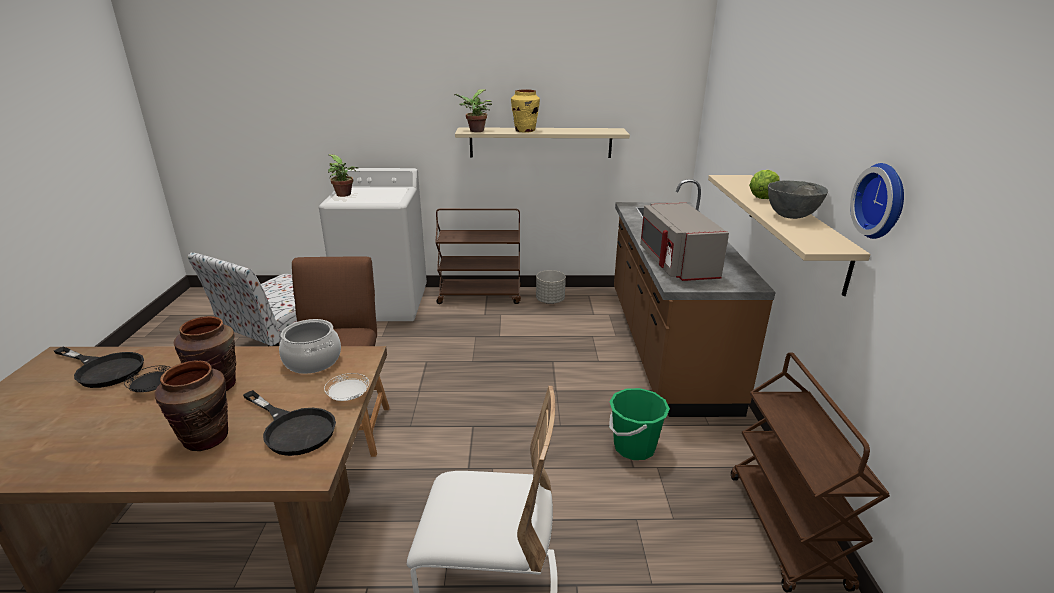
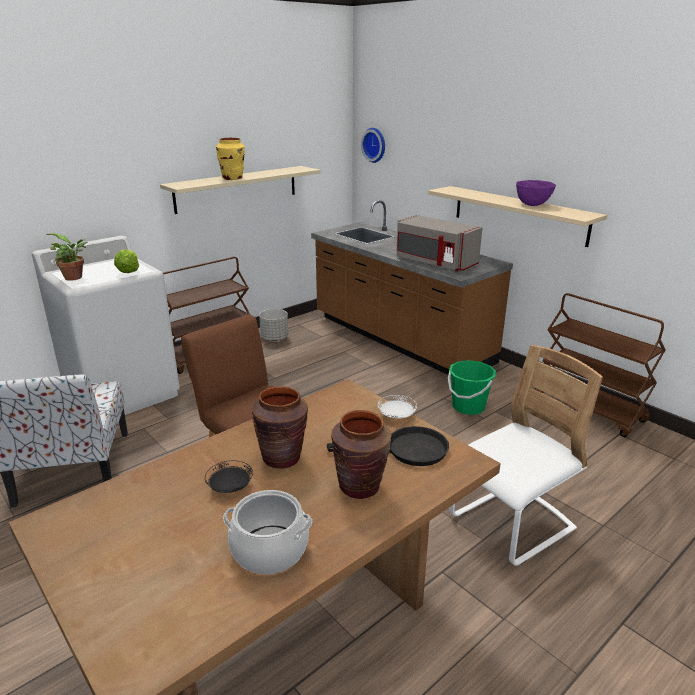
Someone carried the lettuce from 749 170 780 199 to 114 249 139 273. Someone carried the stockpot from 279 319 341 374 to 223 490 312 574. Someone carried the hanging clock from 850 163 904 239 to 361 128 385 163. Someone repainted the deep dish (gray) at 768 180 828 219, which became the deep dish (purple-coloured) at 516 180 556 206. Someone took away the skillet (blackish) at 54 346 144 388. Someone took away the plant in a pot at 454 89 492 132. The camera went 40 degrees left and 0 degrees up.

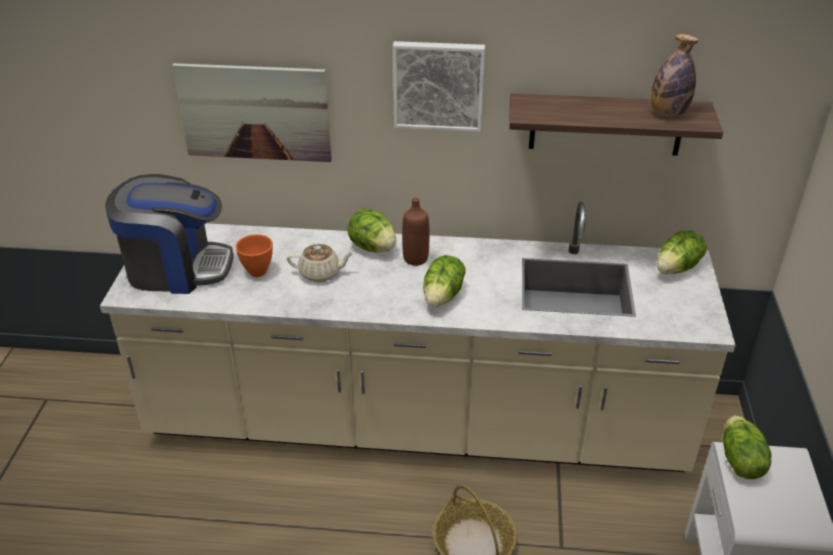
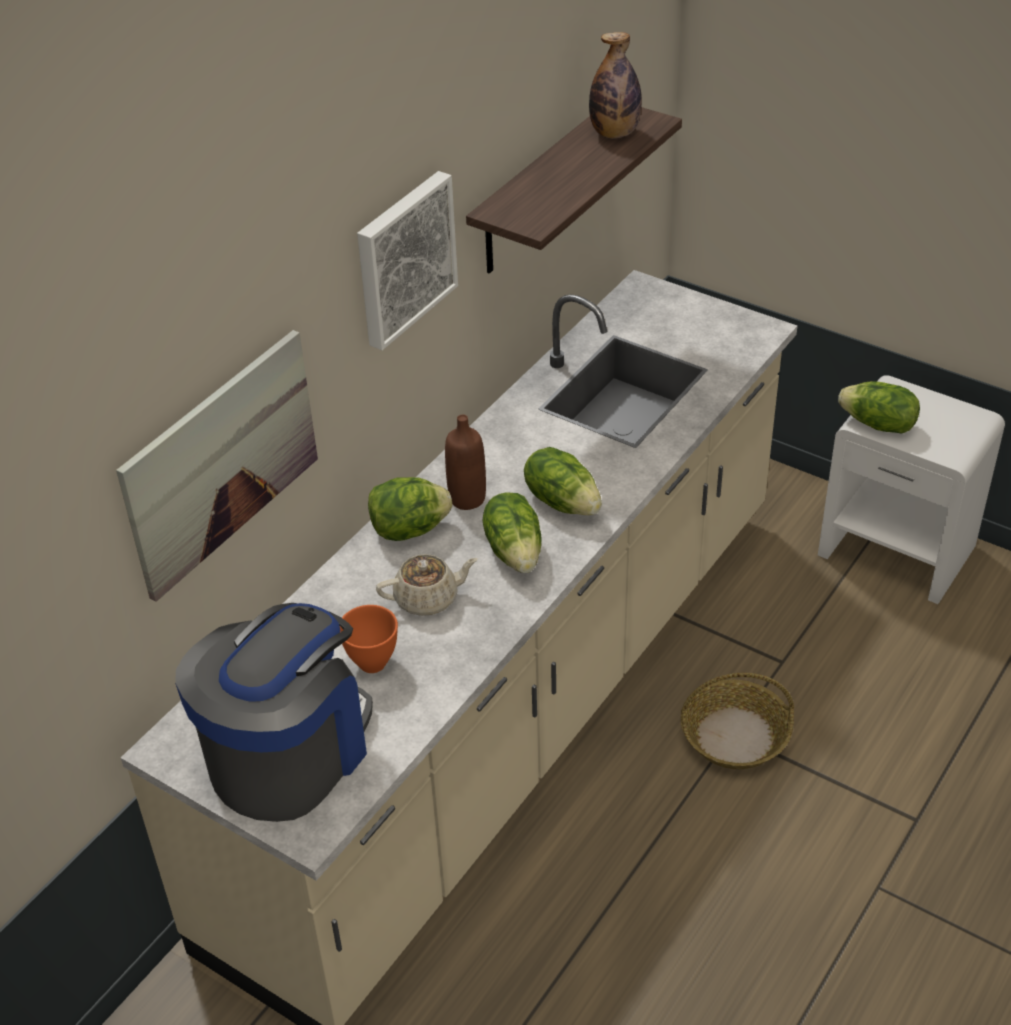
Someone rotated the tea pot (sand-coloured) at 287 244 354 282 by 45 degrees clockwise. Someone carried the lettuce from 657 231 707 274 to 482 492 542 573. The camera went 60 degrees left and 5 degrees up.

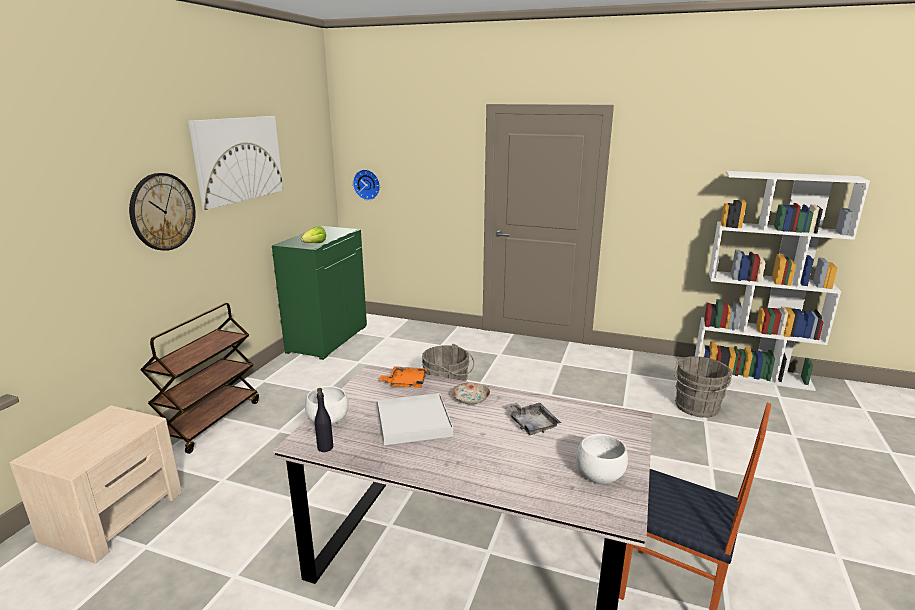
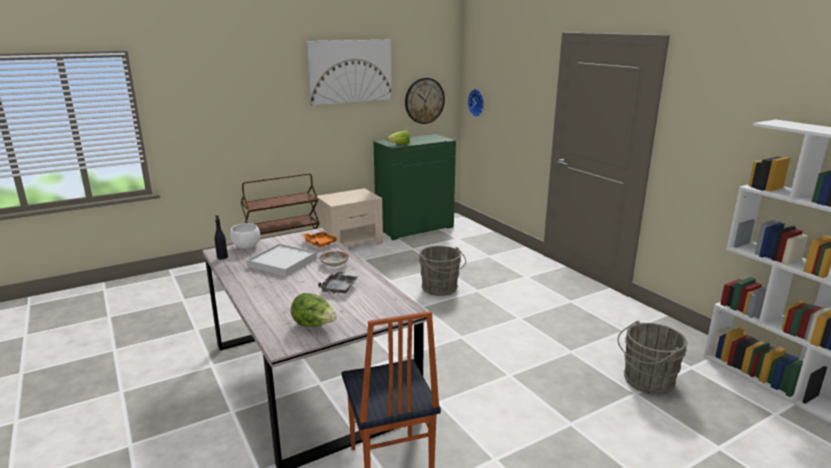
Someone swapped the deep dish (white-coloured) at 576 434 628 484 for the lettuce at 291 293 337 327. Someone carried the bedside table (sand-coloured) from 9 405 182 563 to 316 188 383 247. Someone carried the hanging clock from 129 173 196 251 to 405 78 445 124. The camera went 40 degrees right and 0 degrees up.

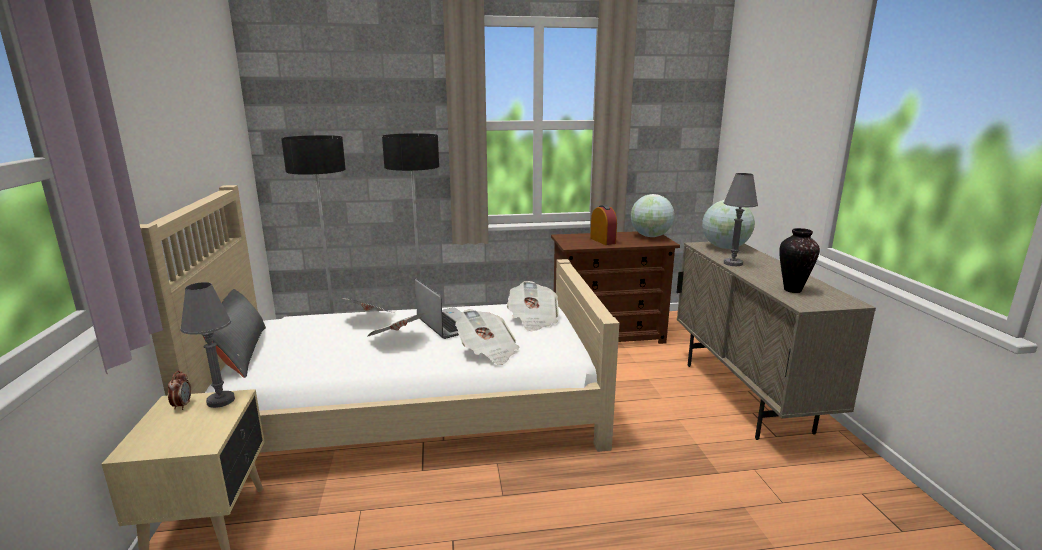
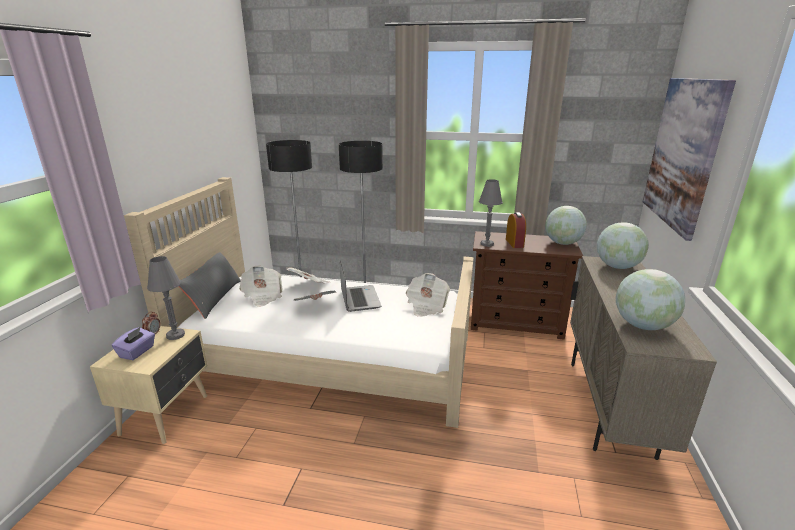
Someone put down the tissue box (purple-coloured) at 112 327 155 360. Someone carried the newspaper from 455 309 519 365 to 239 265 282 307. Someone carried the lamp for a table (gray) from 724 173 758 266 to 479 179 503 247. Someone swapped the decorative vase at 779 228 820 293 for the desk globe at 616 269 685 330. Someone put up the wall picture at 643 78 736 241. The camera went 20 degrees right and 5 degrees up.

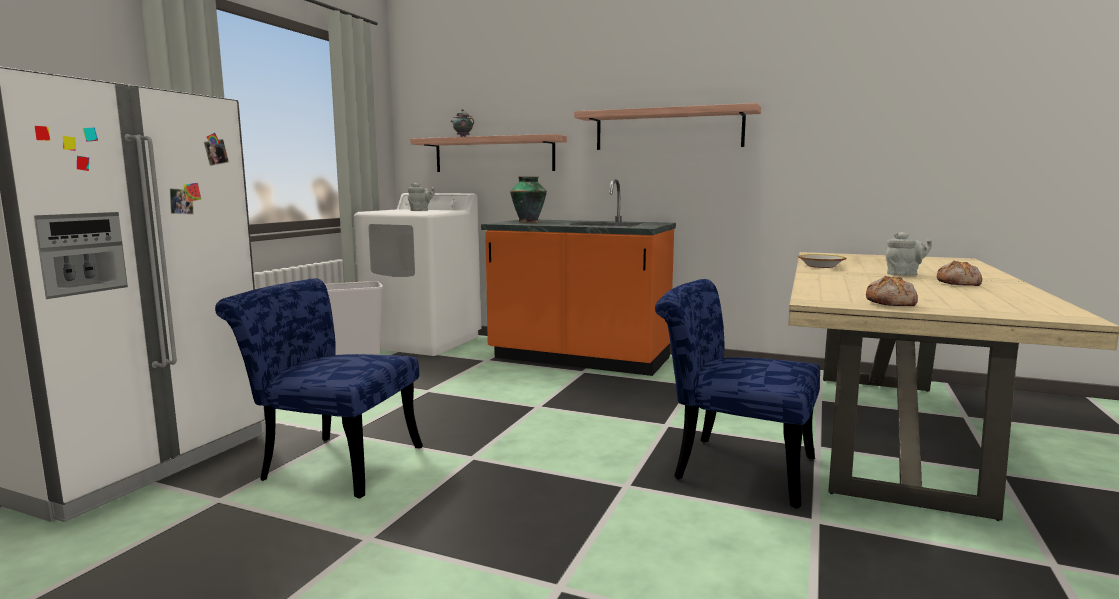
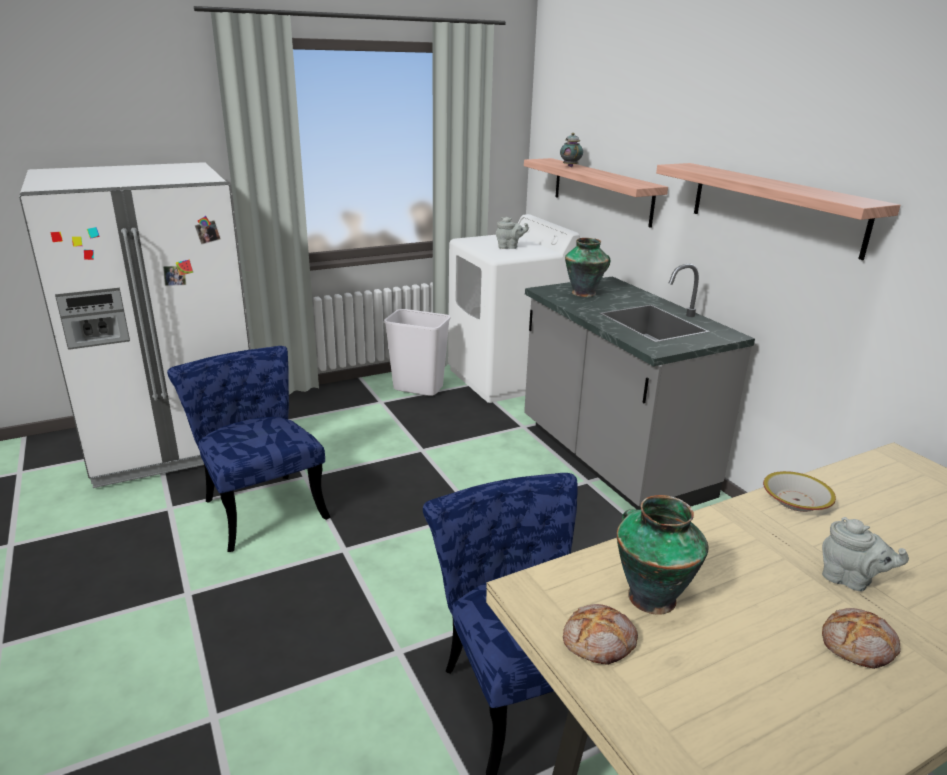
Someone repainted the kitchen base unit (orange-coloured) at 481 179 676 376, which became the kitchen base unit (gray) at 524 264 755 510. Someone put down the decorative vase at 617 495 708 615. The camera went 40 degrees right and 15 degrees up.

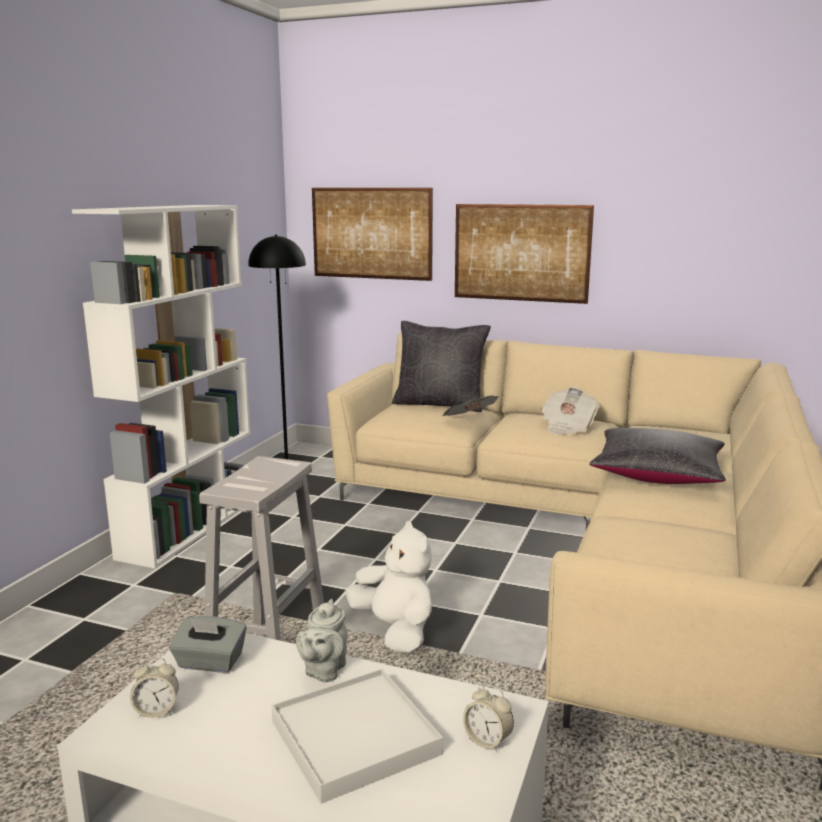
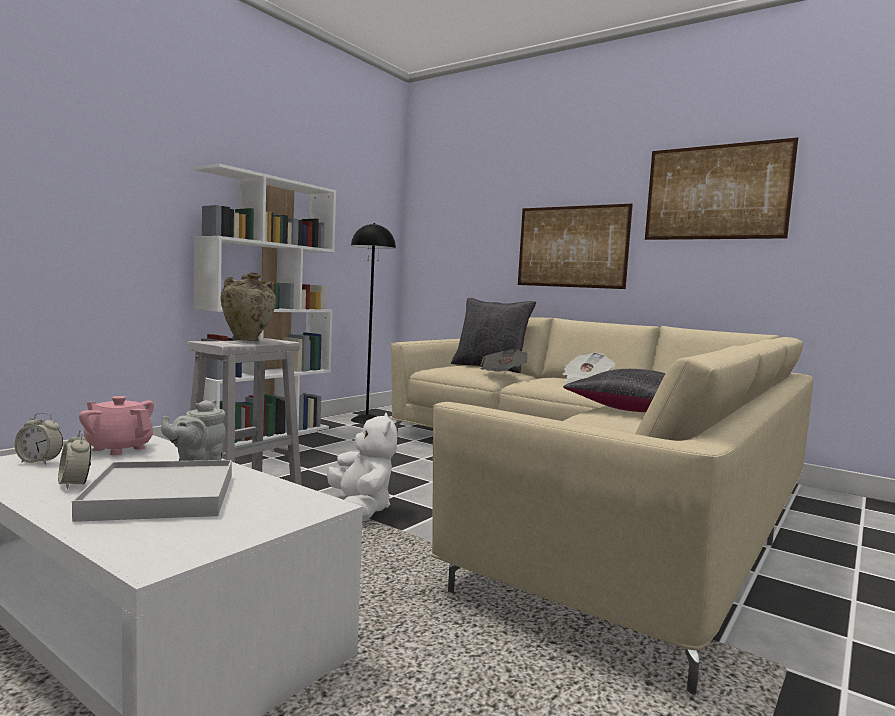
Someone carried the alarm clock from 463 684 514 752 to 58 430 91 489. Someone swapped the tissue box (gray) at 169 616 247 673 for the tea pot (pink) at 79 396 154 455. Someone put down the decorative vase (sand-coloured) at 221 272 276 341. Someone carried the wall picture from 312 188 433 281 to 645 137 798 240. The camera went 15 degrees right and 10 degrees down.

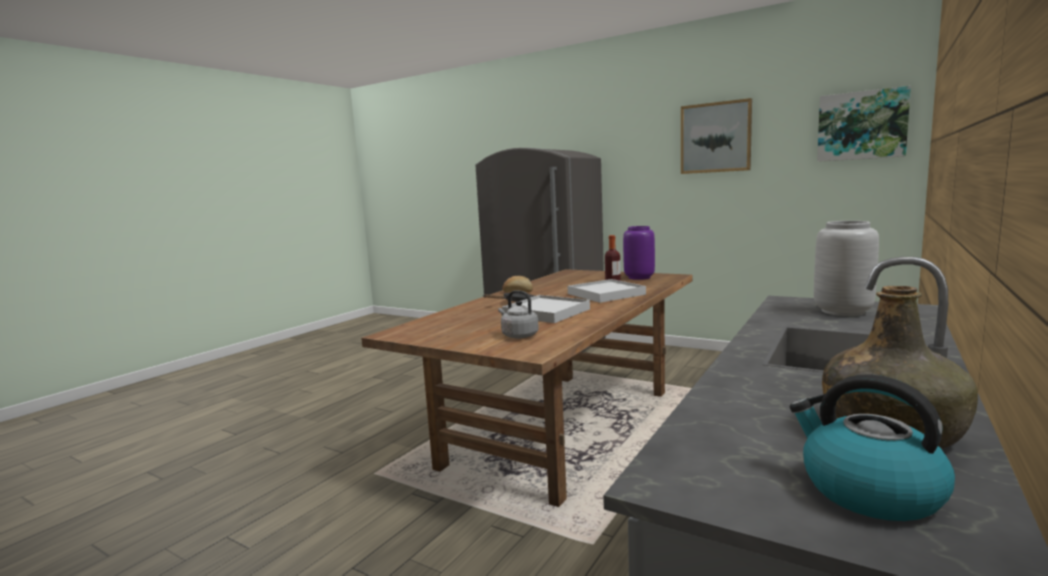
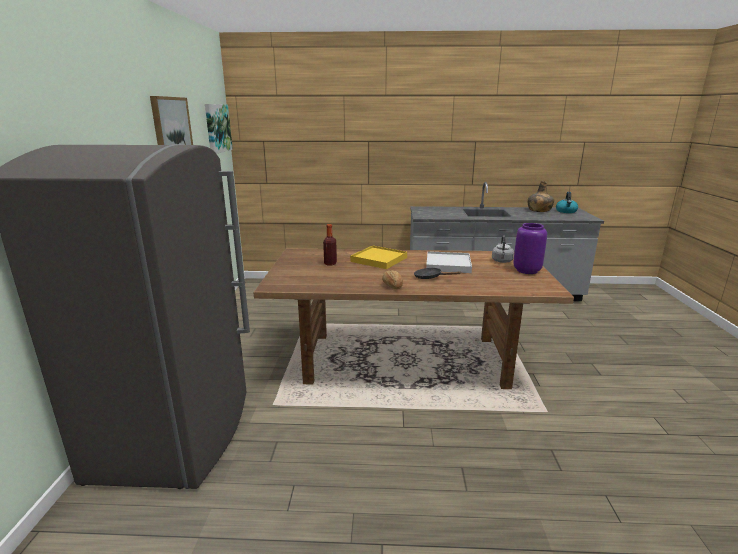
Someone repainted the tray (white-coloured) at 568 279 646 303, which became the tray (yellow) at 350 246 407 269. Someone carried the decorative vase (purple-coloured) from 623 226 655 280 to 513 223 547 274. Someone took away the decorative vase (gray) at 814 221 879 316. The camera went 120 degrees left and 10 degrees up.

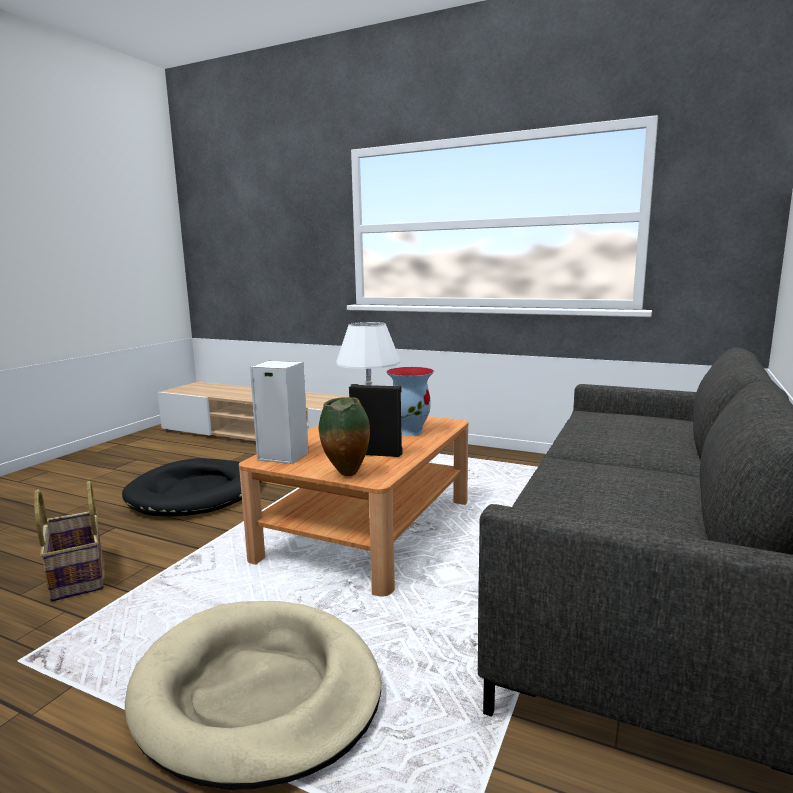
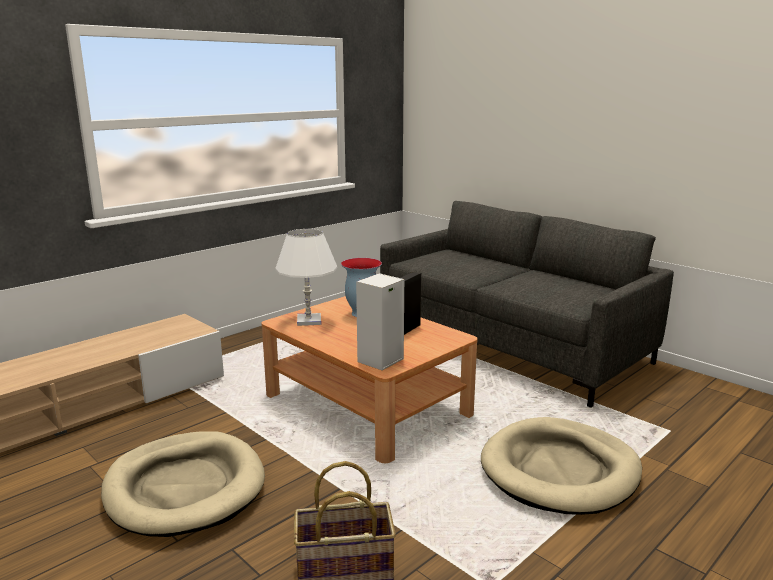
Someone repainted the dog bed (blackish) at 122 458 261 516, which became the dog bed (sand-coloured) at 101 431 265 537. Someone took away the decorative vase at 319 397 370 477. The camera went 70 degrees left and 5 degrees up.

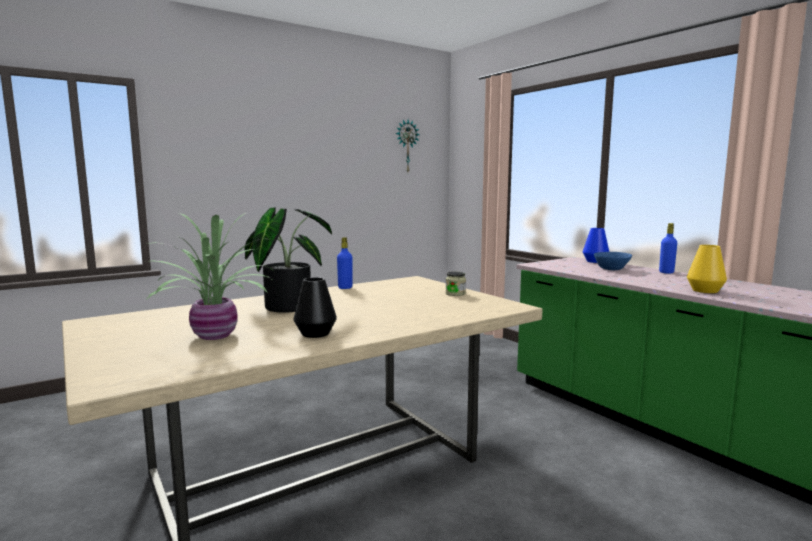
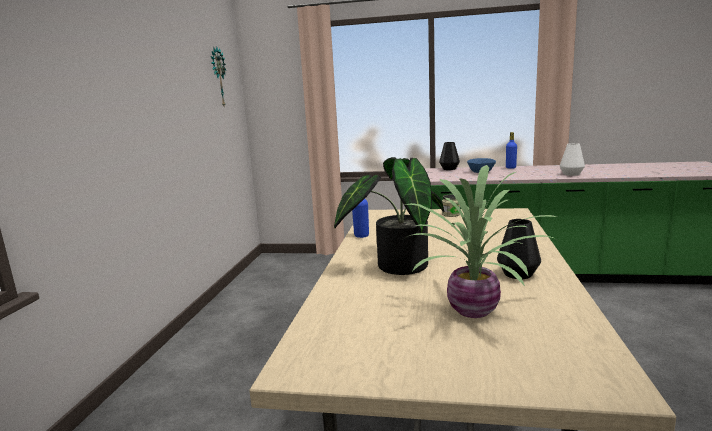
Someone repainted the decorative vase (bluish) at 583 228 609 263, which became the decorative vase (blackish) at 439 142 460 170. Someone repainted the decorative vase (yellow) at 687 245 727 293, which became the decorative vase (white-coloured) at 560 143 585 176. The camera went 45 degrees left and 5 degrees up.

